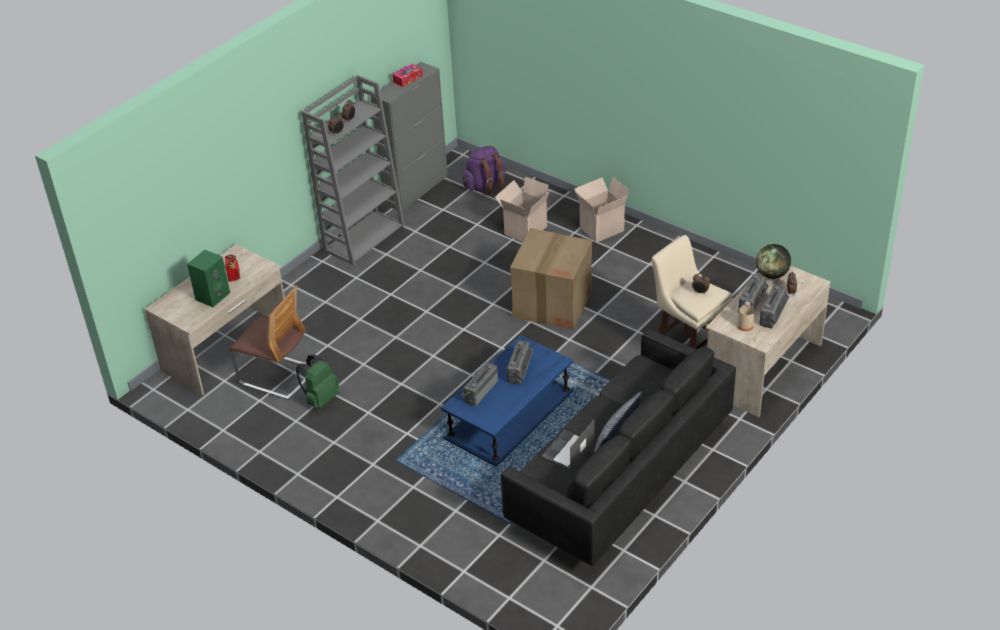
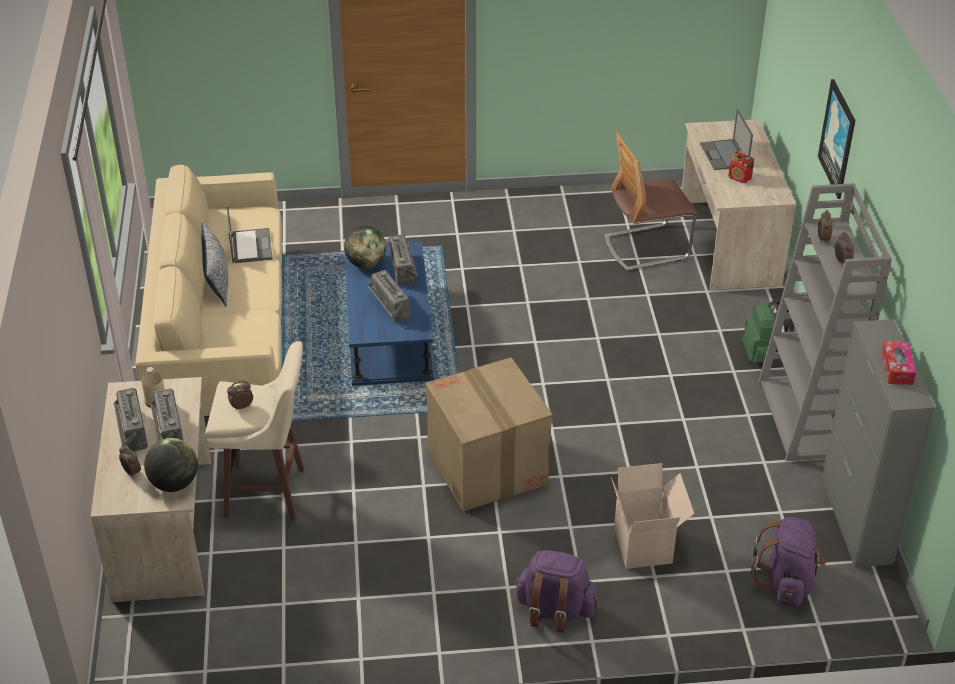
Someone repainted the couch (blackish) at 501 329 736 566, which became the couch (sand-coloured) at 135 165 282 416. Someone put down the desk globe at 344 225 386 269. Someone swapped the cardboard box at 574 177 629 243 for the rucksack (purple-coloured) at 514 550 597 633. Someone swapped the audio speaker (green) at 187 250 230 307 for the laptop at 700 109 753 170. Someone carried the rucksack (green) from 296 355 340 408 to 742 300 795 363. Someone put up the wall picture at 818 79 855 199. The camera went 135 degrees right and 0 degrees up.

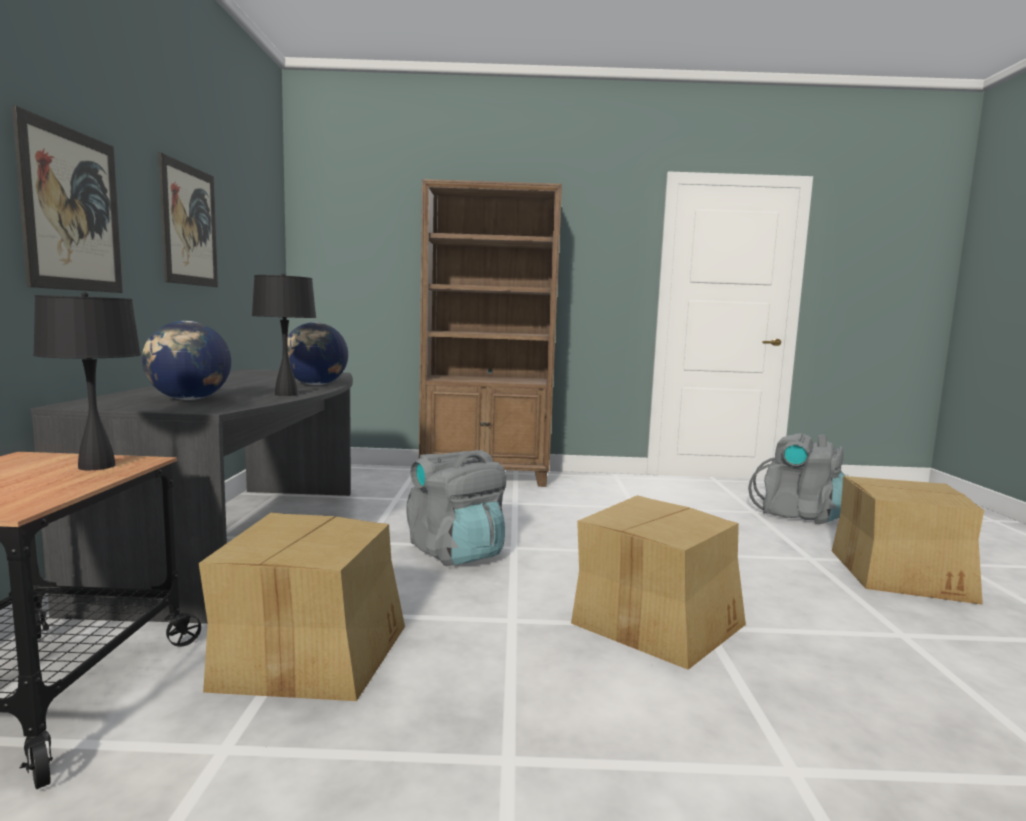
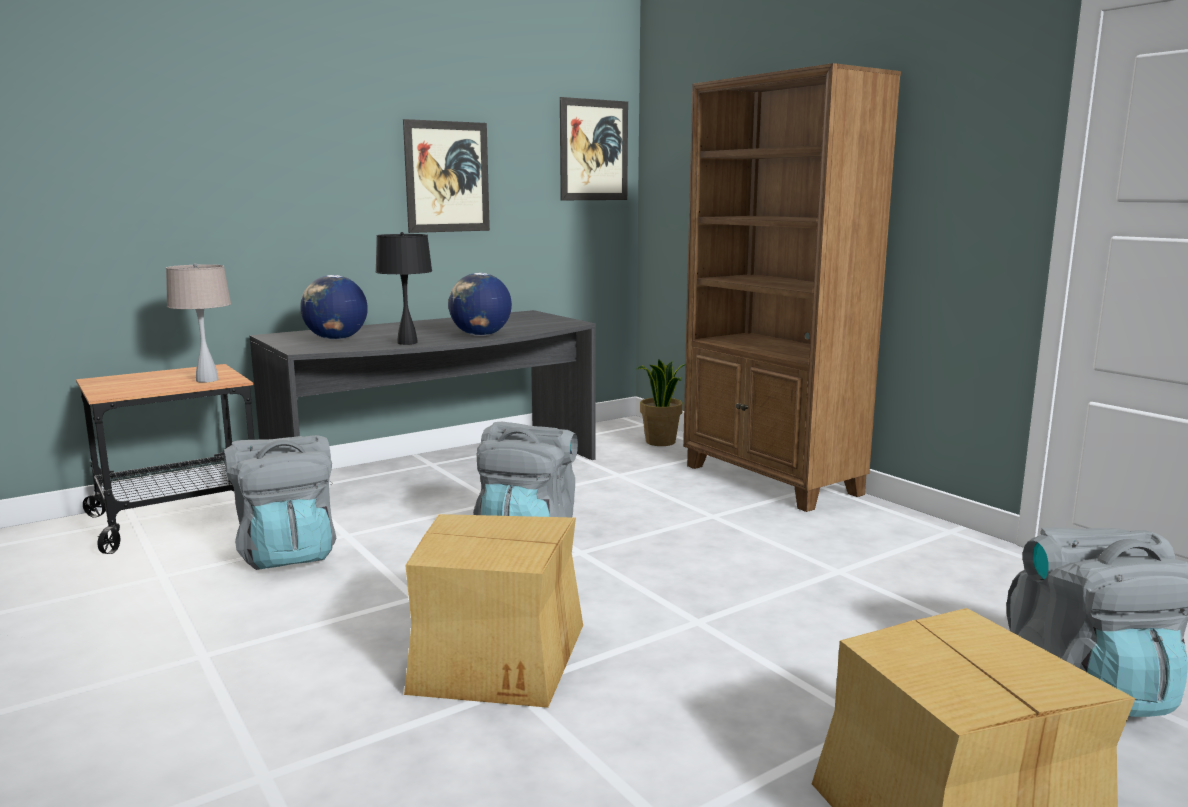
Someone repainted the lamp for a table (blackish) at 33 292 141 470, which became the lamp for a table (sand-coloured) at 166 263 231 383. Someone swapped the cardboard box at 199 513 405 701 for the rucksack (gray) at 224 435 336 570. Someone carried the wall picture from 12 105 123 293 to 560 97 628 200. Someone put down the plant in a pot at 636 360 685 446. The camera went 55 degrees right and 5 degrees up.

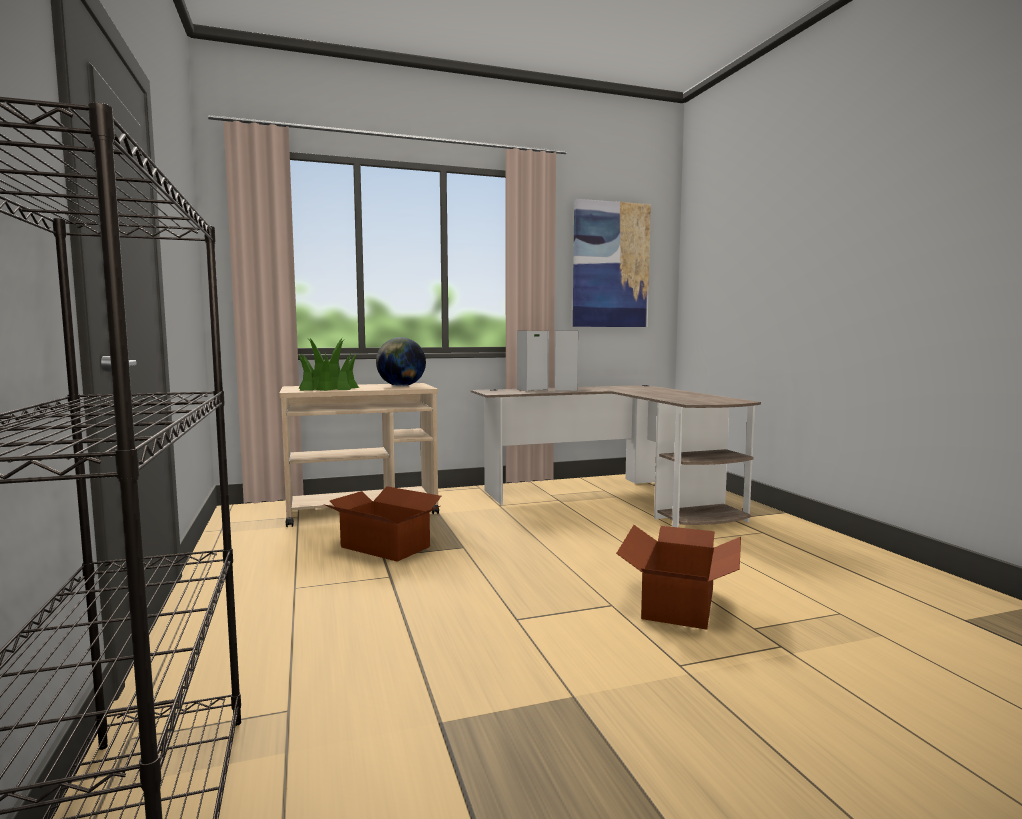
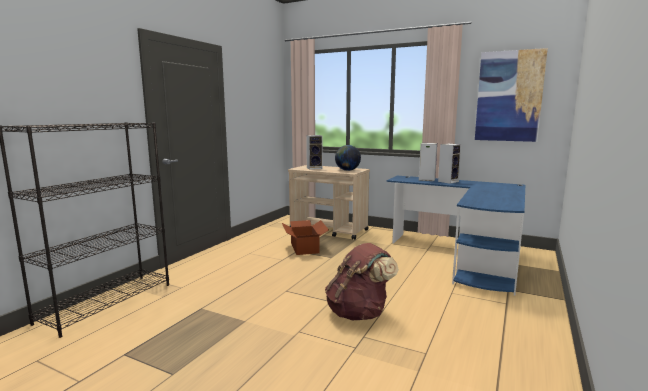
Someone swapped the plant in a pot at 297 338 359 391 for the audio speaker at 306 135 322 170. Someone swapped the cardboard box at 616 525 741 630 for the rucksack (brown-coloured) at 325 243 399 321. Someone repainted the desk (brown-coloured) at 471 385 761 528, which became the desk (bluish) at 387 176 525 296. The camera went 45 degrees right and 5 degrees up.

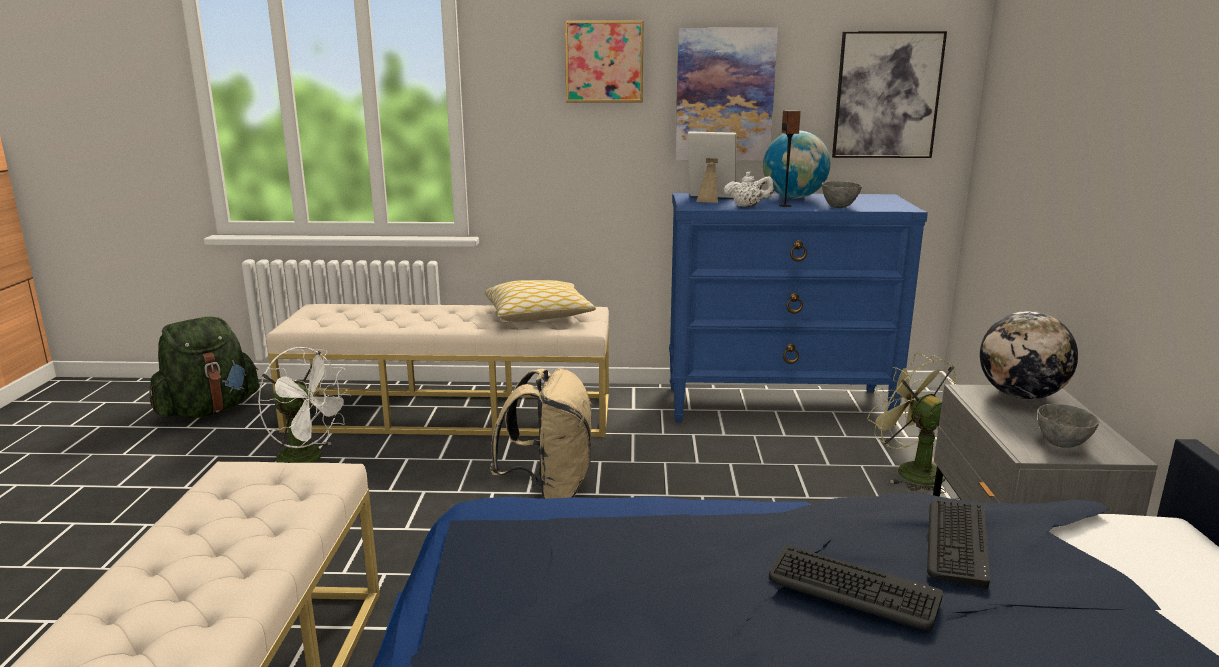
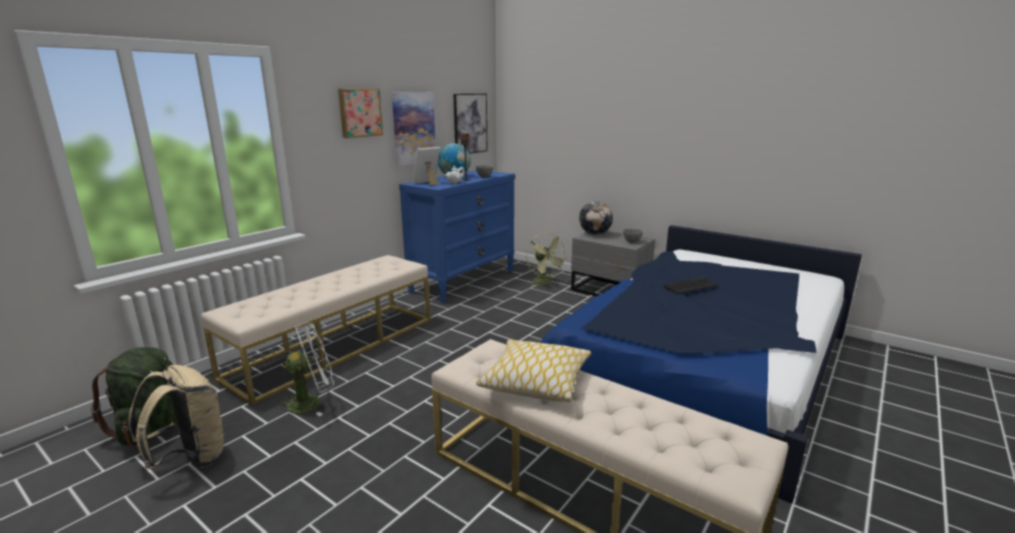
Someone carried the rucksack (sand-coloured) from 490 368 592 499 to 128 365 225 469. Someone carried the cushion from 485 280 596 322 to 476 339 591 402. Someone rotated the electric fan (green) at 867 353 956 494 by 120 degrees counterclockwise. Someone took away the keyboard at 927 499 990 589. The camera went 55 degrees left and 0 degrees up.

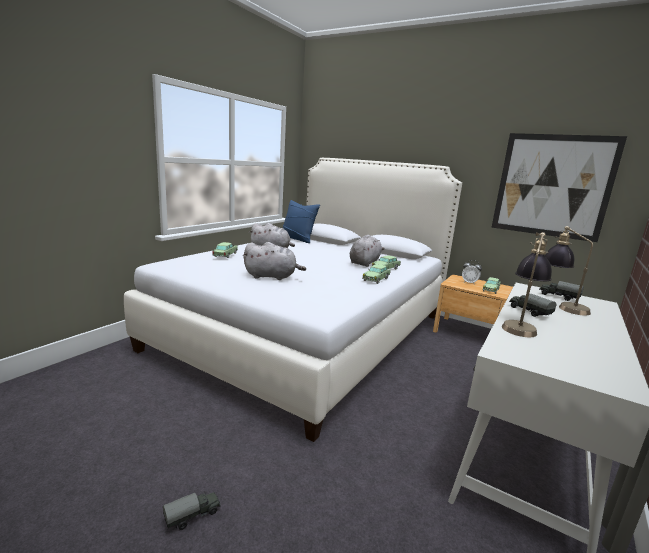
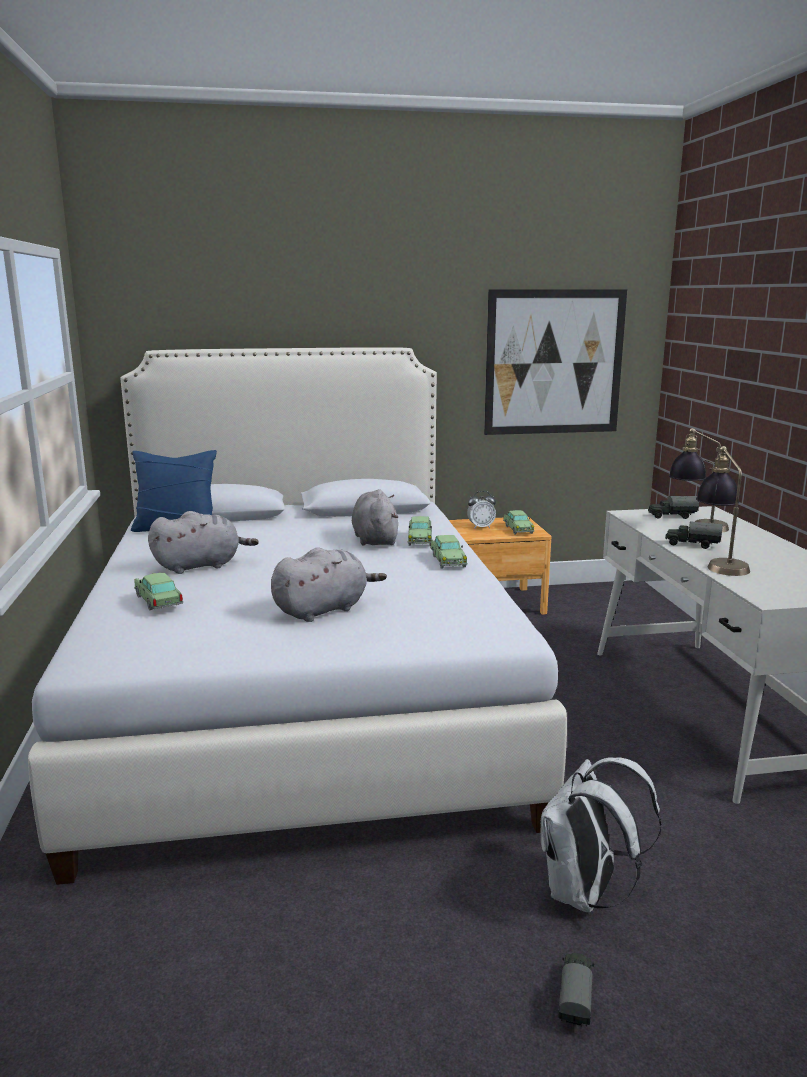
Someone put down the rucksack (white-coloured) at 541 757 661 913. The camera went 40 degrees left and 0 degrees up.

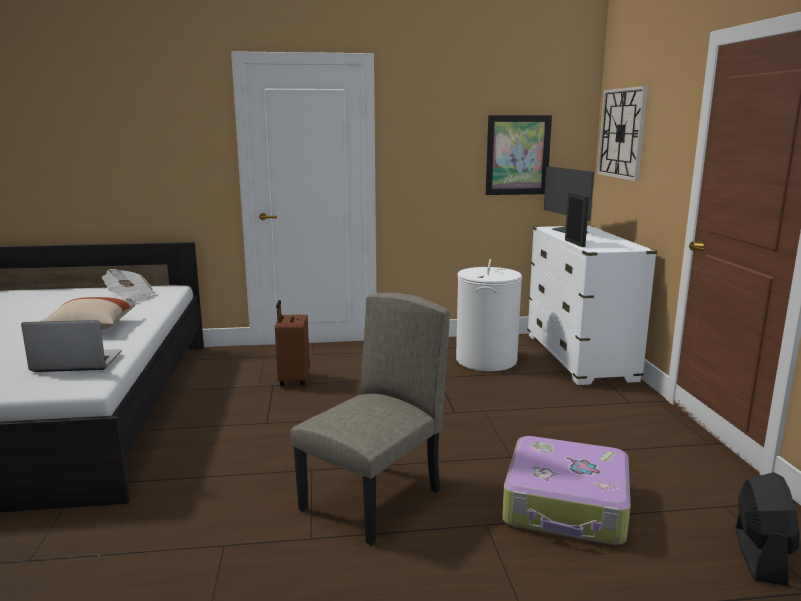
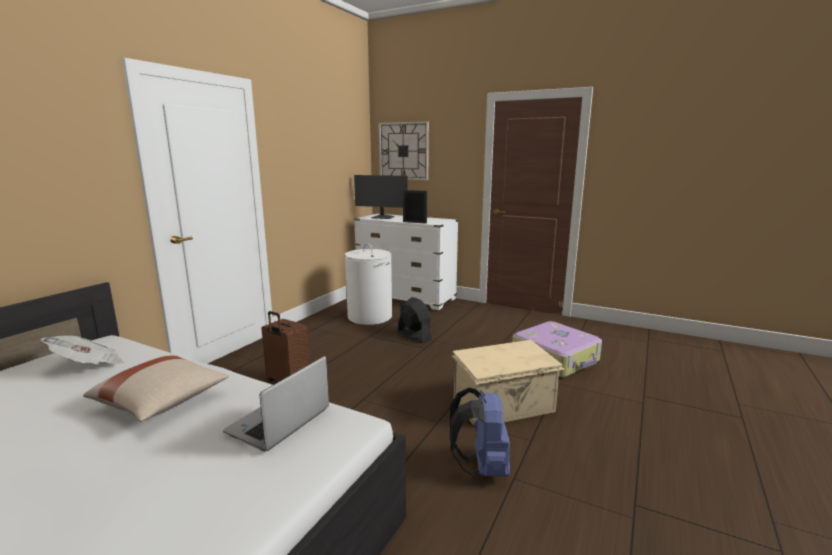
Someone carried the electric fan (blackish) from 735 472 800 586 to 397 297 432 343. Someone put down the rucksack (bluish) at 450 388 510 476. Someone swapped the plain chair (sand-coloured) at 291 293 450 545 for the storage bin (sand-coloured) at 452 340 565 425. Someone took away the wall picture at 486 115 552 195. The camera went 55 degrees left and 0 degrees up.

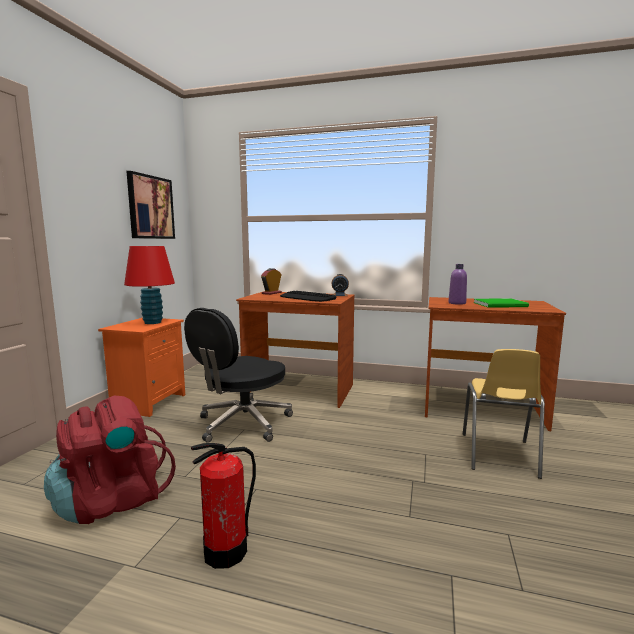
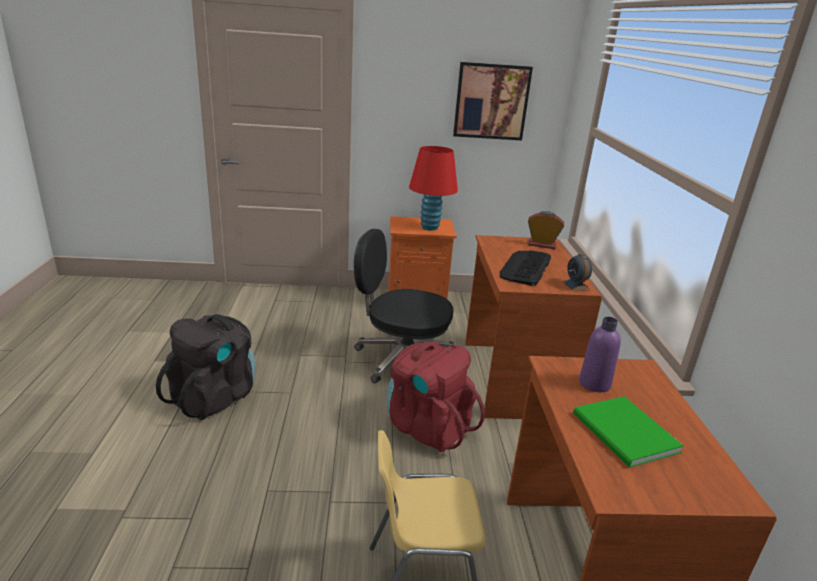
Someone swapped the fire-fighting cylinder at 191 443 256 569 for the rucksack (blackish) at 156 314 255 420. Someone carried the rucksack (red) from 44 396 176 524 to 387 342 485 452. The camera went 70 degrees right and 15 degrees up.

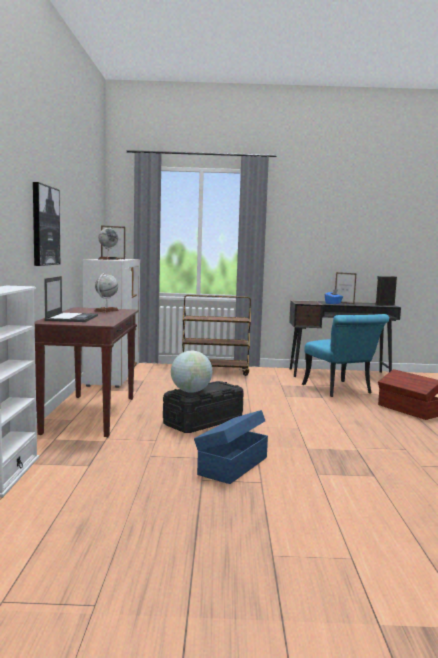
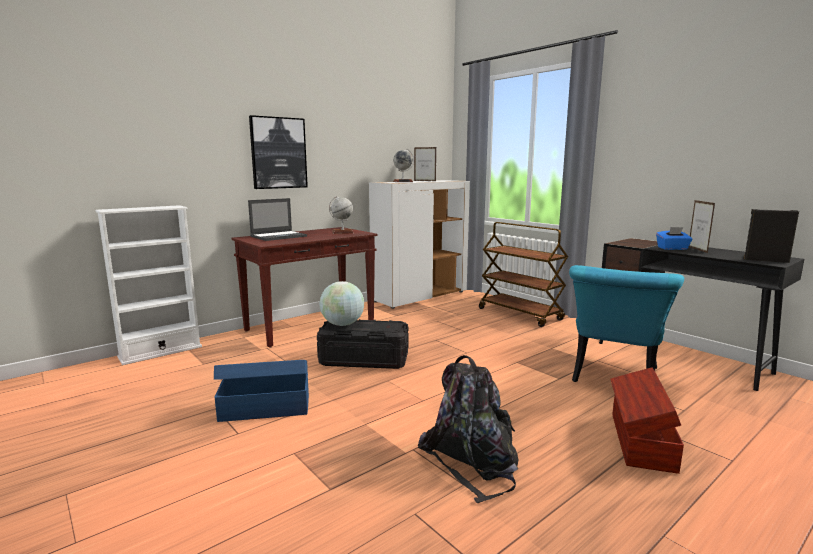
Someone put down the rucksack (blackish) at 418 355 518 503. The camera went 50 degrees right and 5 degrees up.

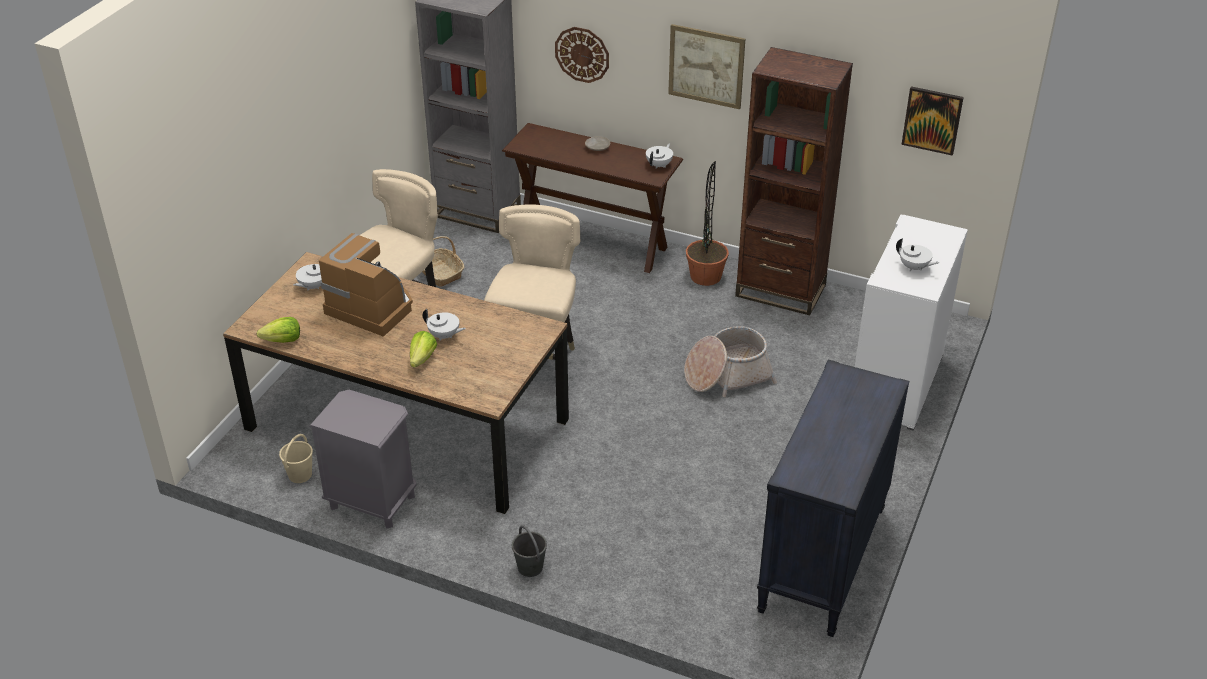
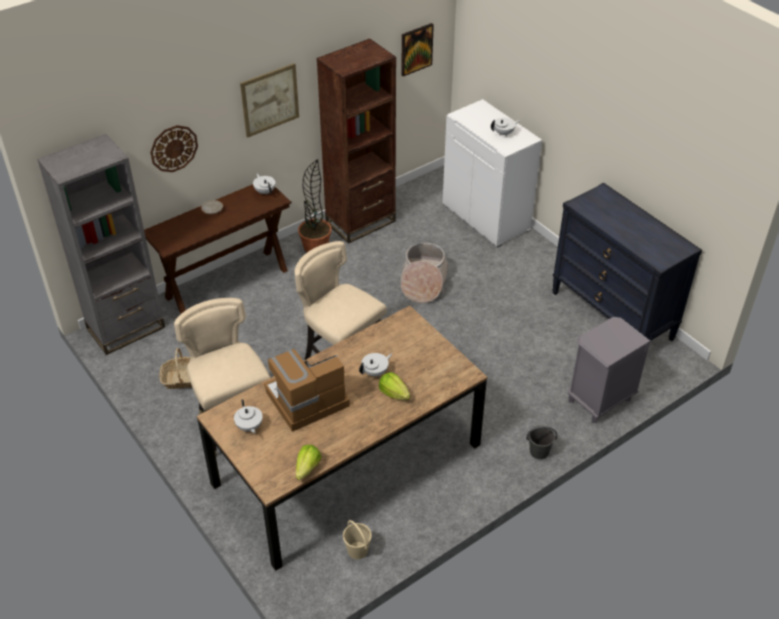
Someone carried the bedside table (gray) from 309 390 417 529 to 568 317 651 423. The camera went 60 degrees left and 5 degrees up.

